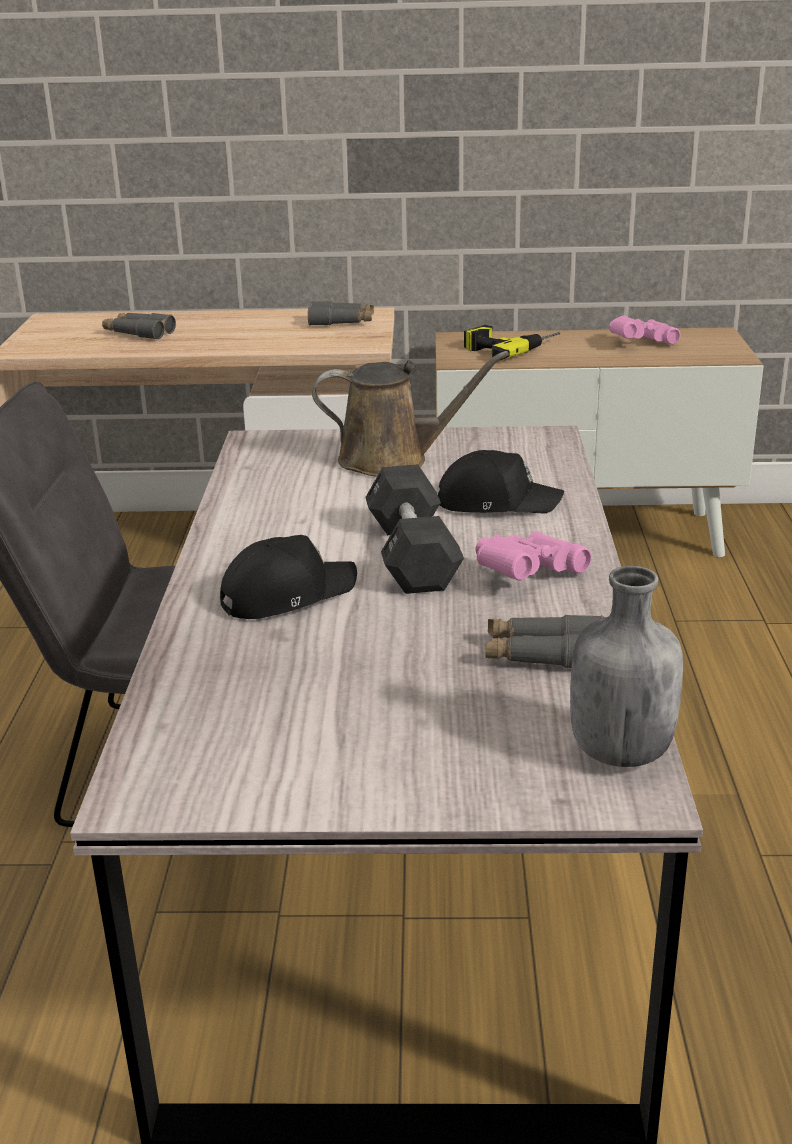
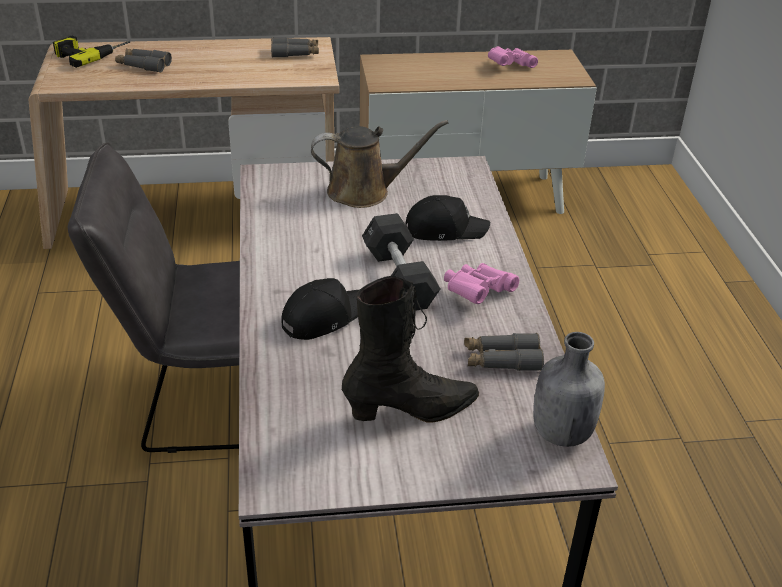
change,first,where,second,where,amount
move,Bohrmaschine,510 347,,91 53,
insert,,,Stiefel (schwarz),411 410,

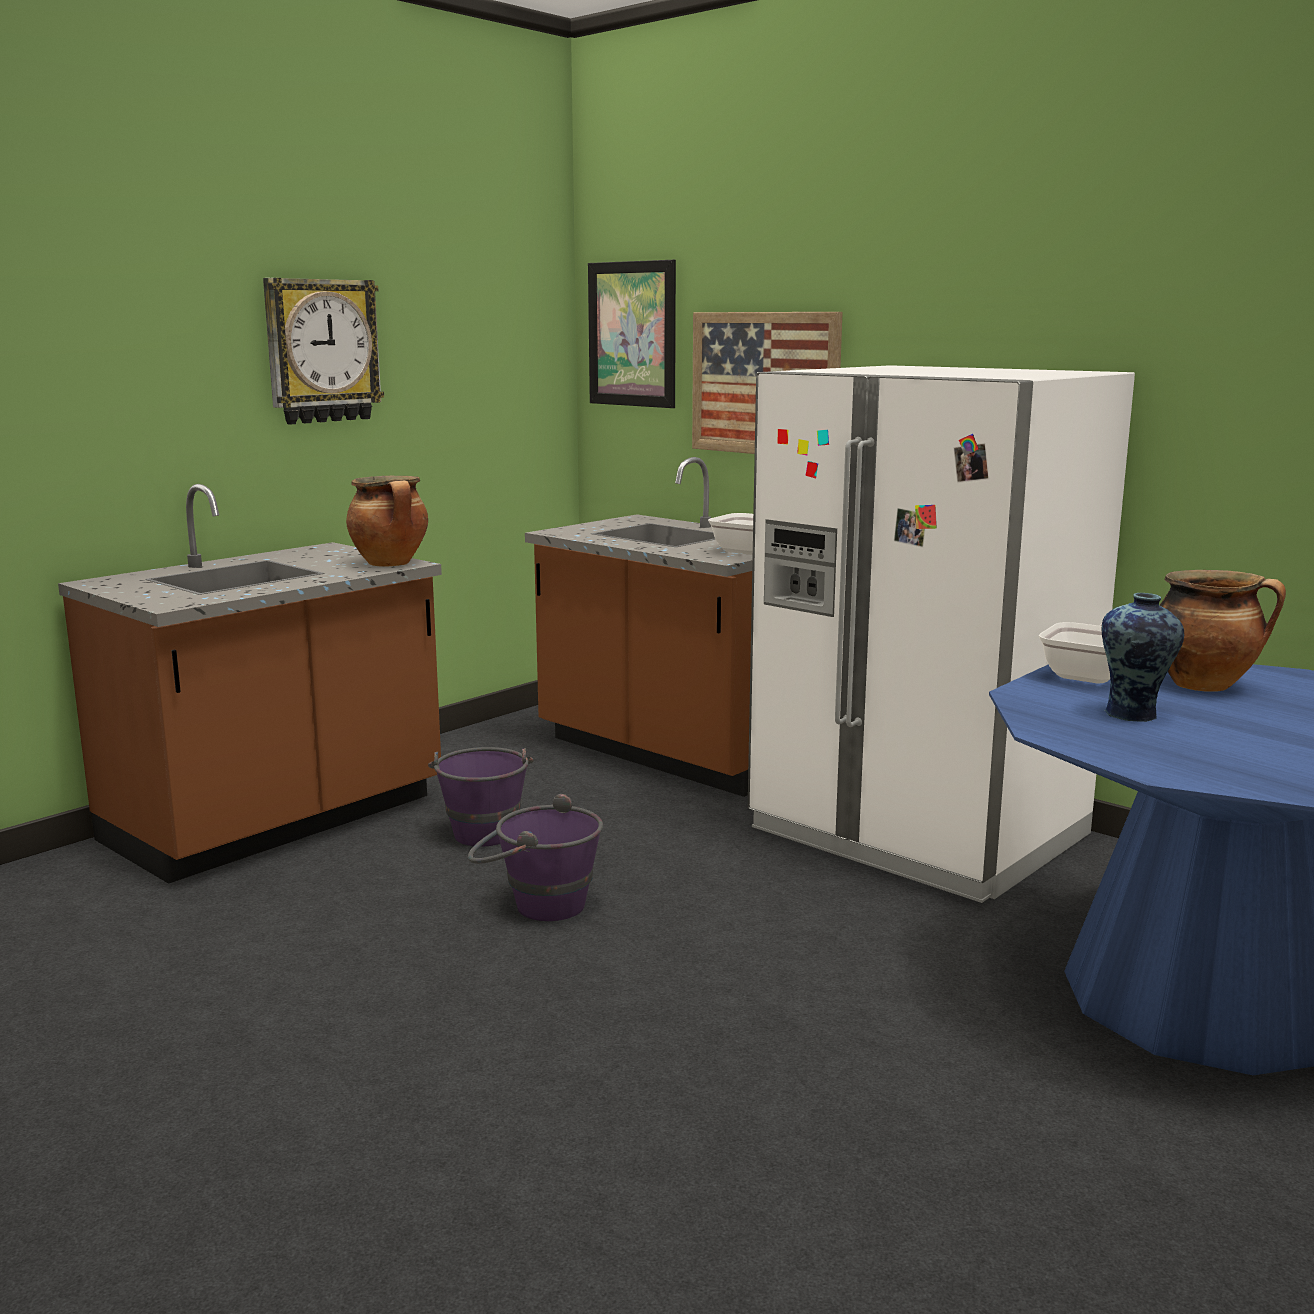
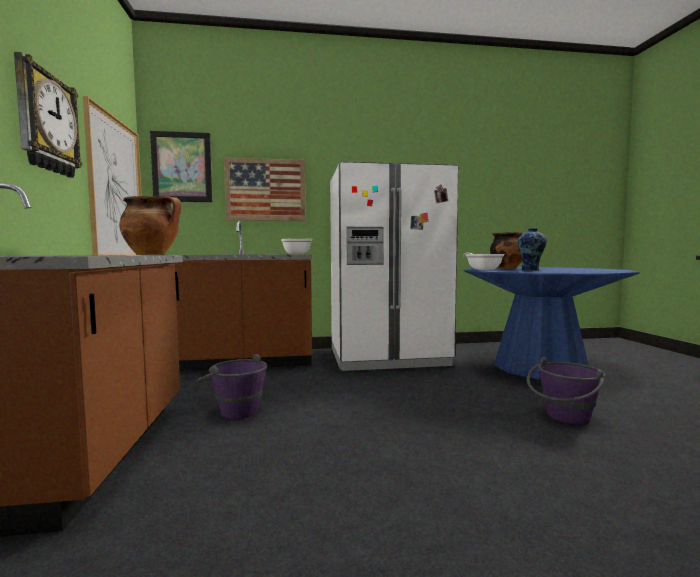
change,first,where,second,where,amount
insert,,,Bild,116 189,
move,Eimer (lila),536 904,,564 419,

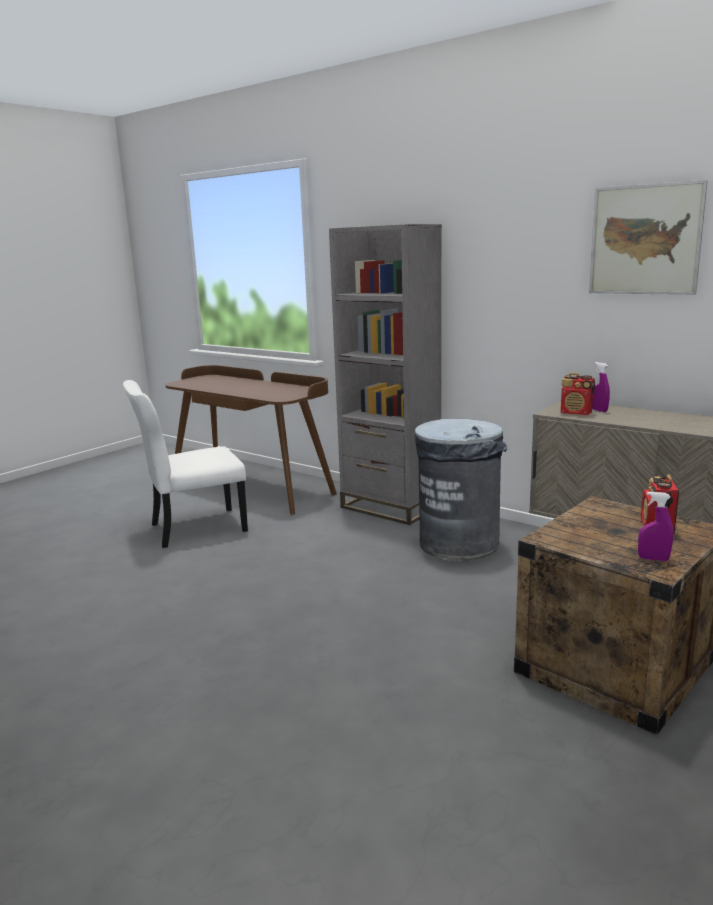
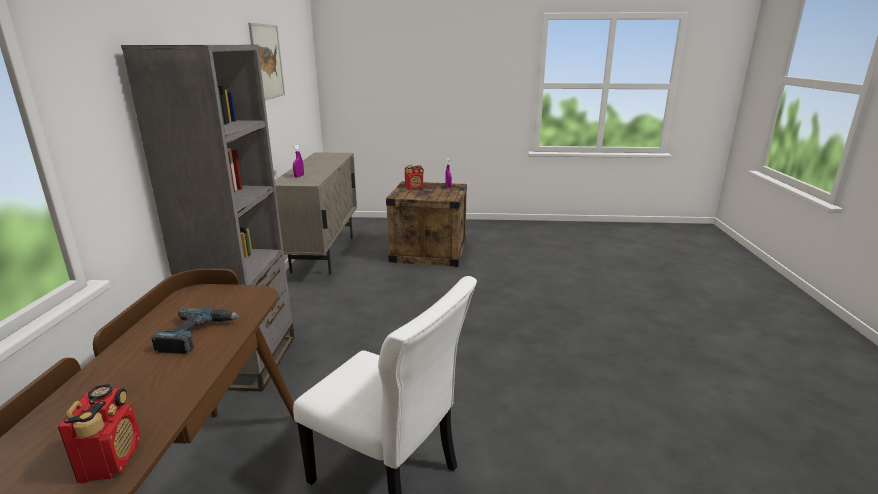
change,first,where,second,where,amount
move,Radio,576 413,,111 459,
insert,,,Bohrmaschine,197 335,
delete,Mülleimer (grau),459 544,,,

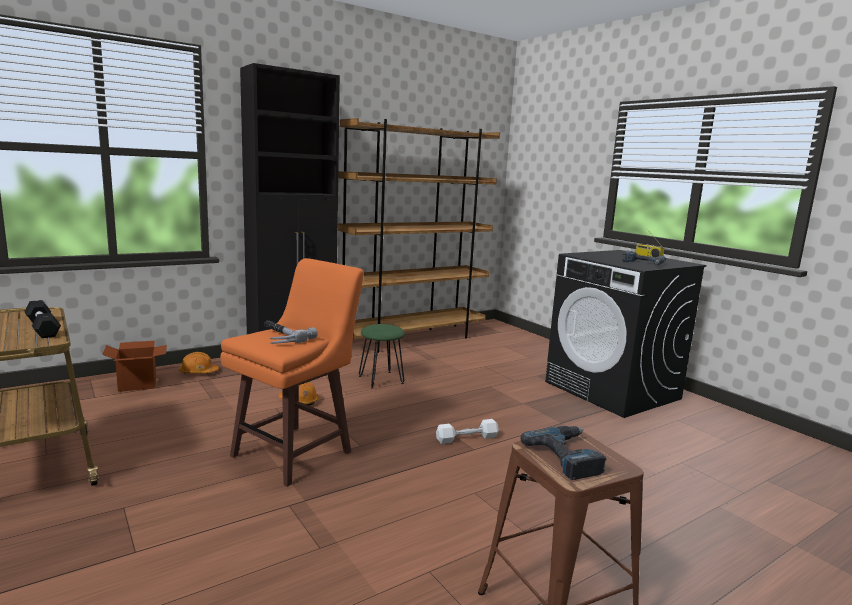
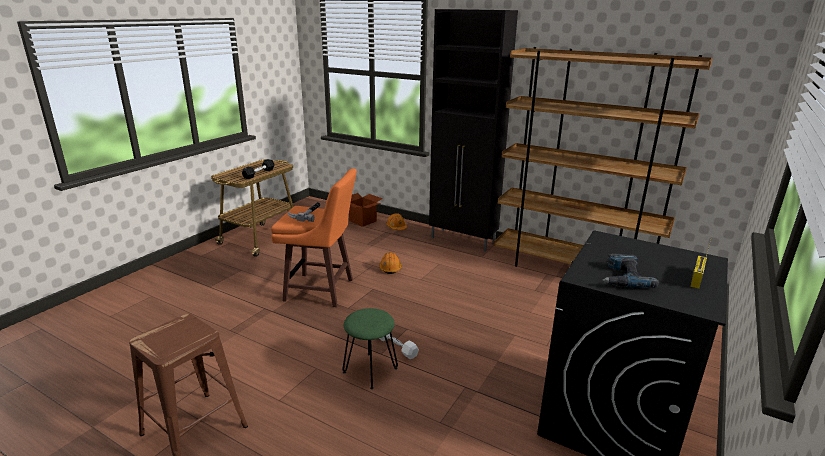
change,first,where,second,where,amount
move,Hocker (grün),381 379,,370 370,
delete,Bohrmaschine,569 456,,,

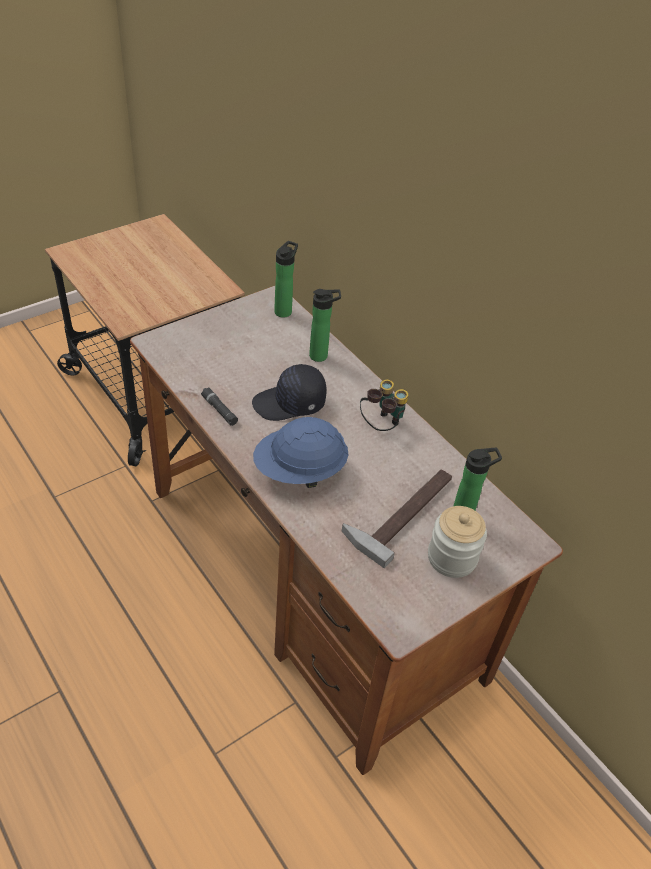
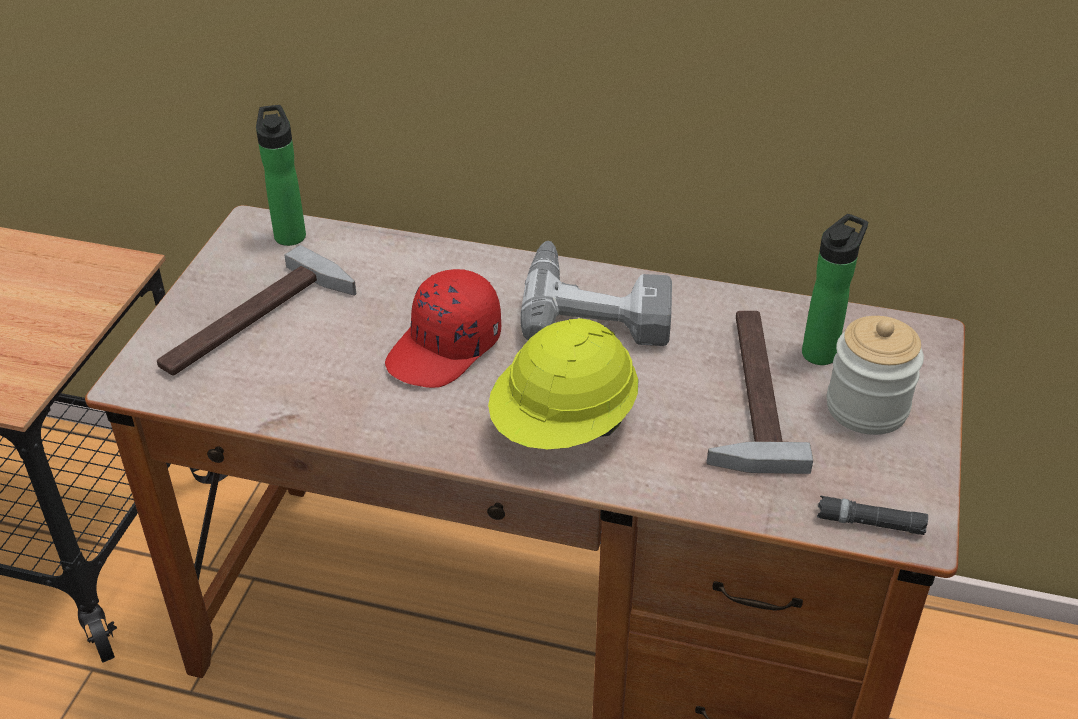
change,first,where,second,where,amount
insert,,,Hammer,256 324,
recolor,Kappe (schwarz),290 404,Kappe (rot),446 348,
recolor,Schutzhelm (blau),300 471,Schutzhelm (gelb),564 425,
replace,Fernglas,381 425,Bohrmaschine,596 305,
move,Taschenlampe (schwarz),219 410,,870 523,
delete,Flasche,321 356,,,

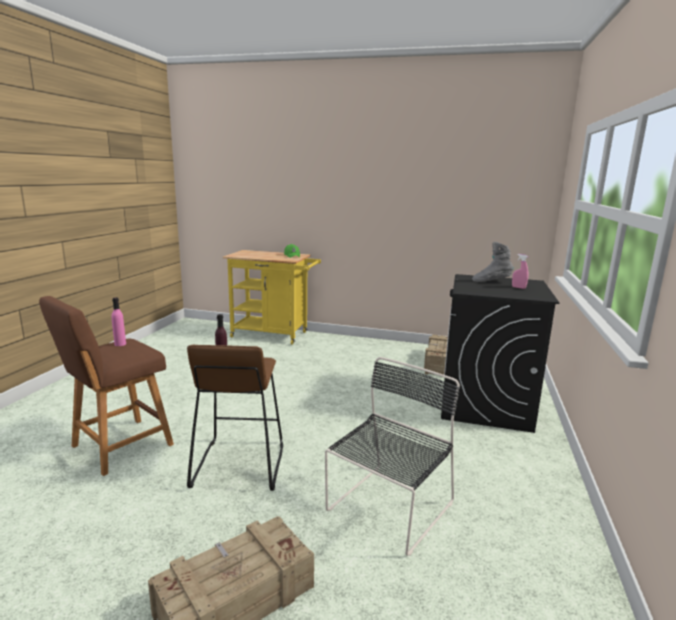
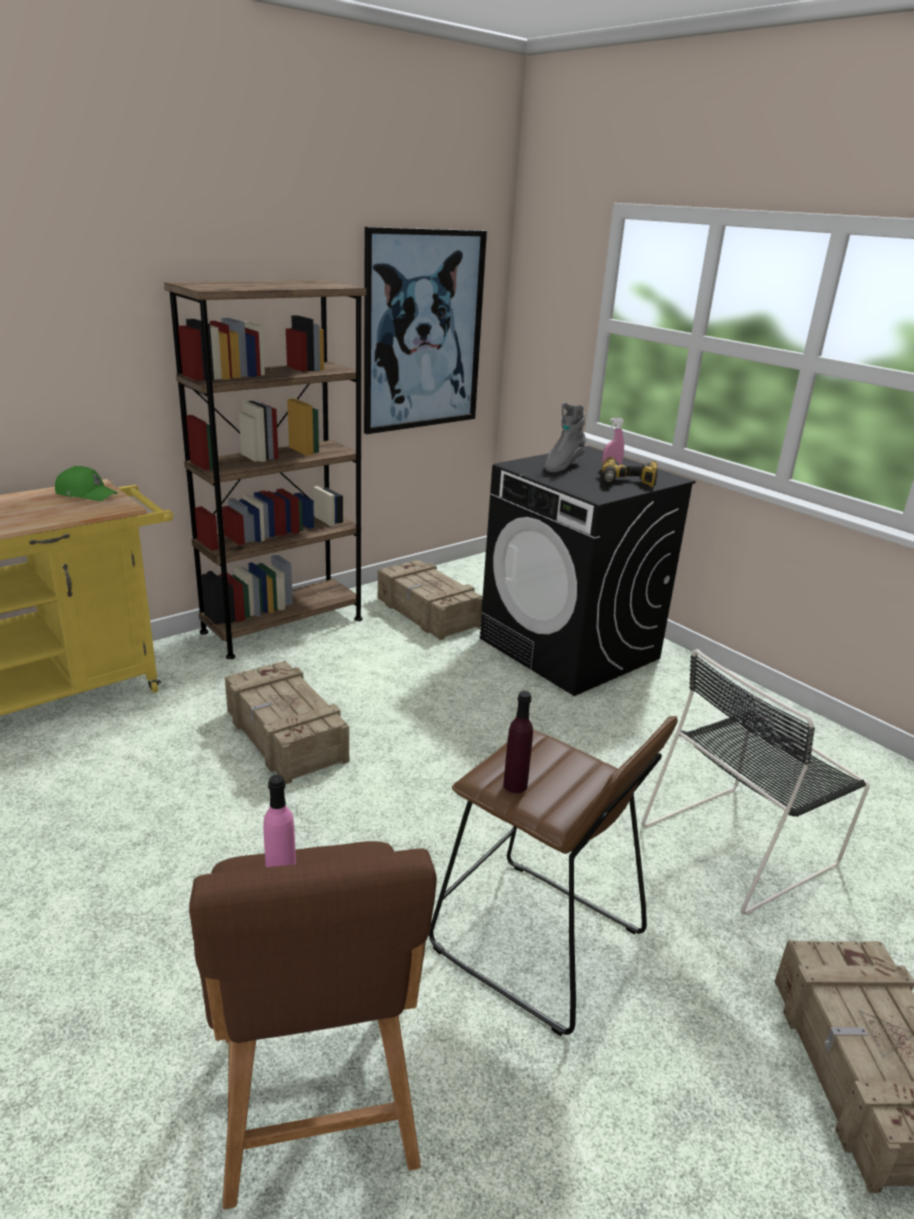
change,first,where,second,where,amount
insert,,,Bücherregal (braun),283 625,
insert,,,Kiste,285 736,
insert,,,Bild,423 331,
insert,,,Bohrmaschine,627 482,
rotate,Stuhl (schwarz),388 509,,742 843,105 degrees counterclockwise

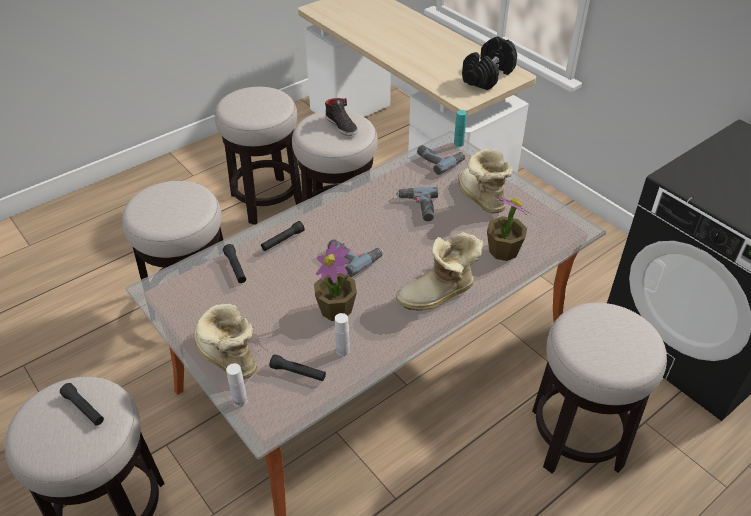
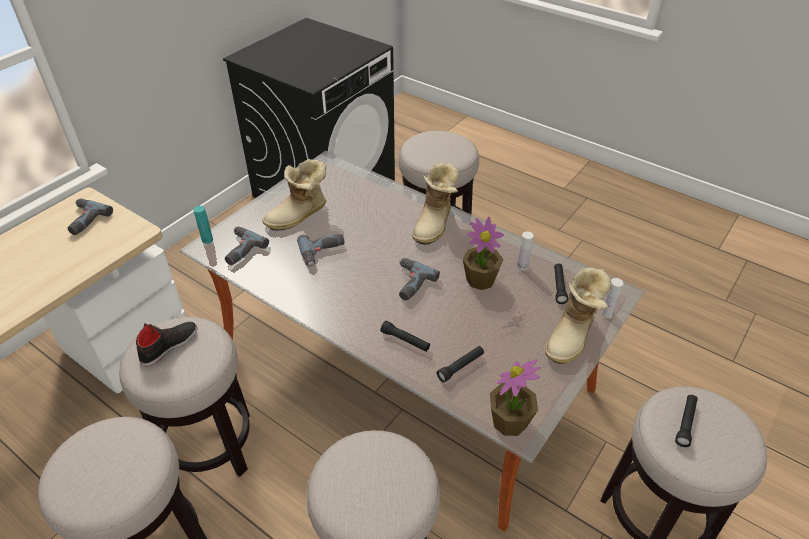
change,first,where,second,where,amount
replace,Hantel (schwarz),488 76,Bohrmaschine,83 220,
rotate,Stiefel,439 295,,435 224,60 degrees clockwise
move,Topfpflanze,503 251,,509 422,

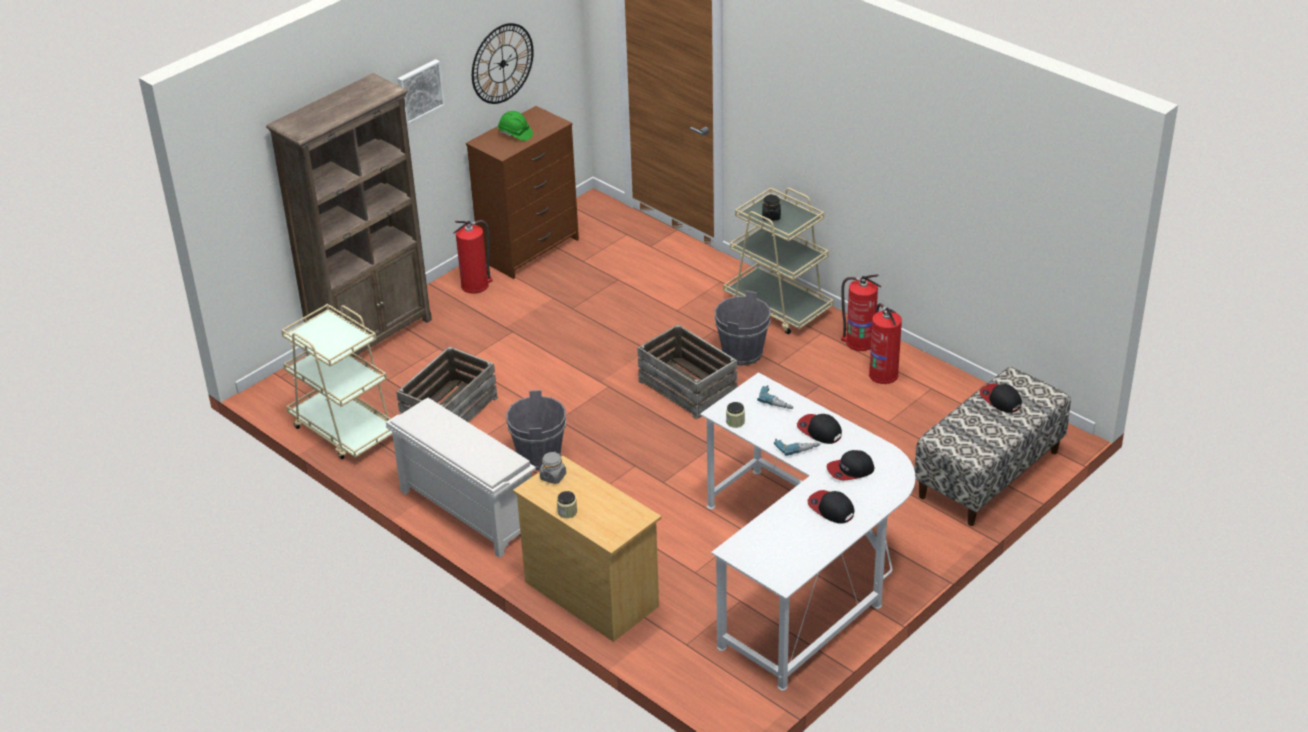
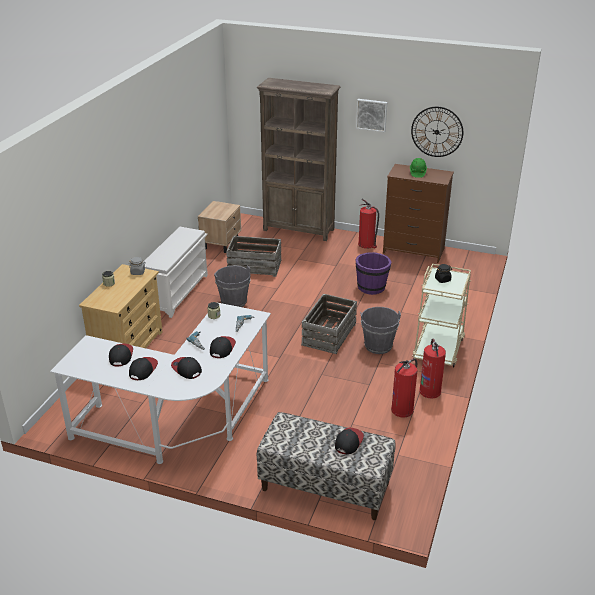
change,first,where,second,where,amount
insert,,,Kappe,120 356,
replace,Rollwagen (beige),344 430,Nachttisch (beige),221 243,
insert,,,Eimer (lila),371 287,

